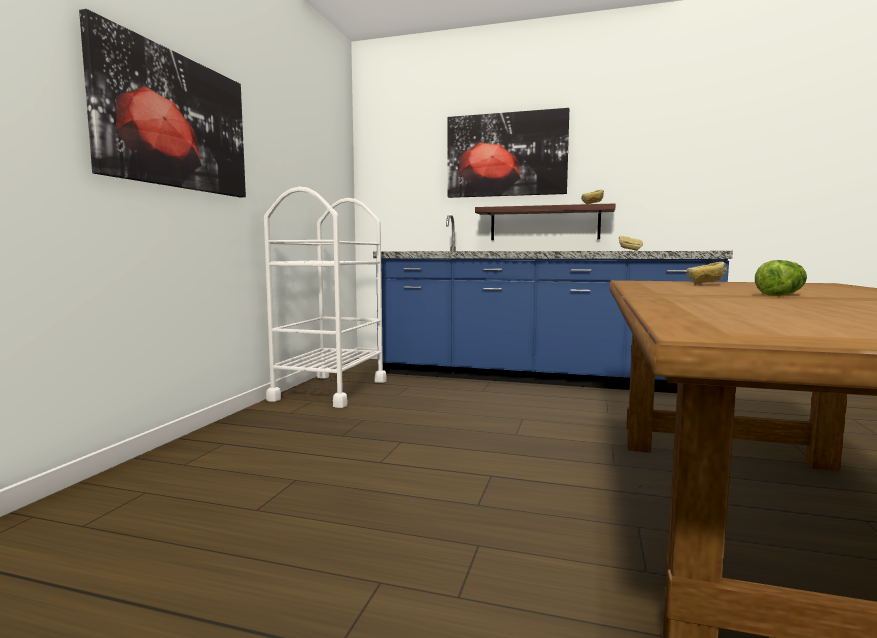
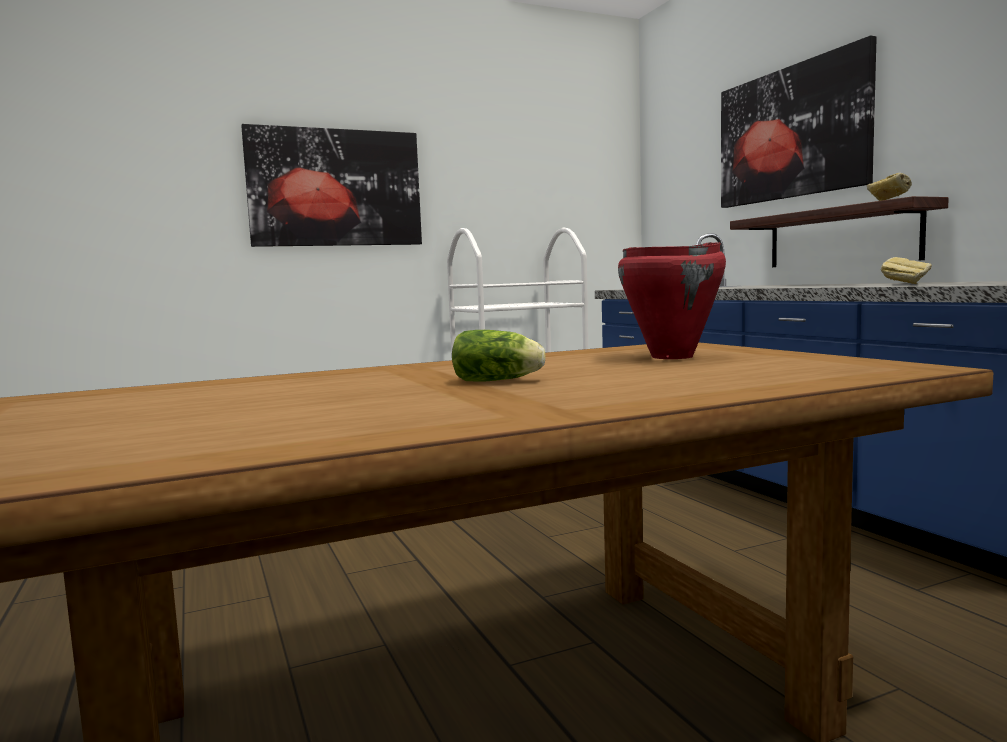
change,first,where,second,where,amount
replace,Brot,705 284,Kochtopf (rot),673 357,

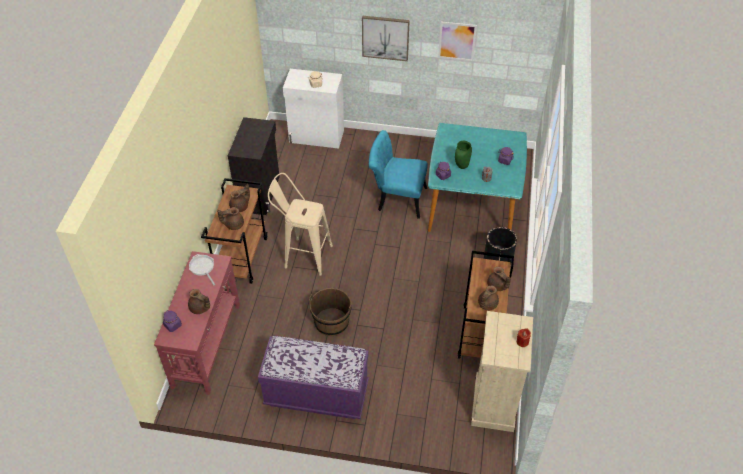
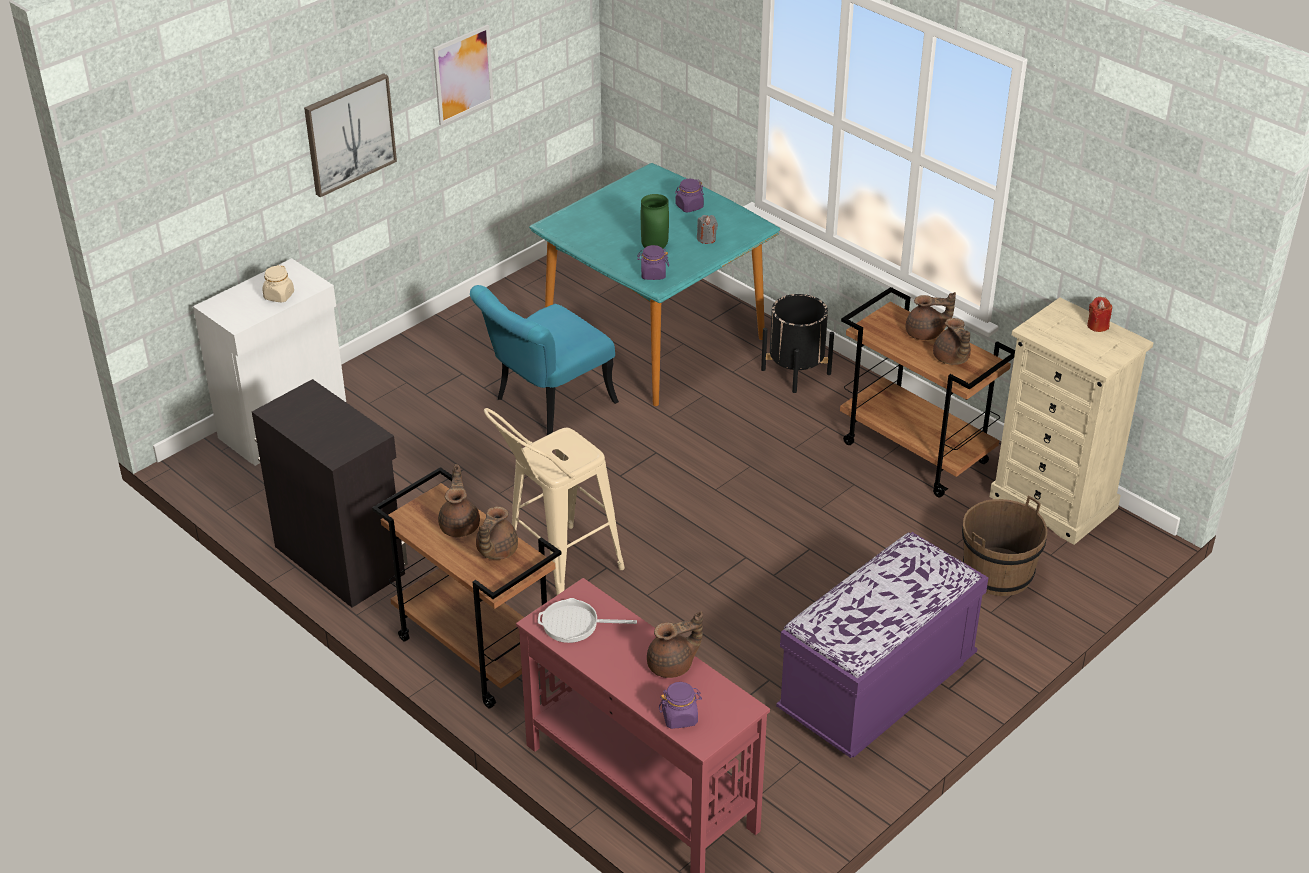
change,first,where,second,where,amount
move,Eimer (braun),331 322,,998 573,

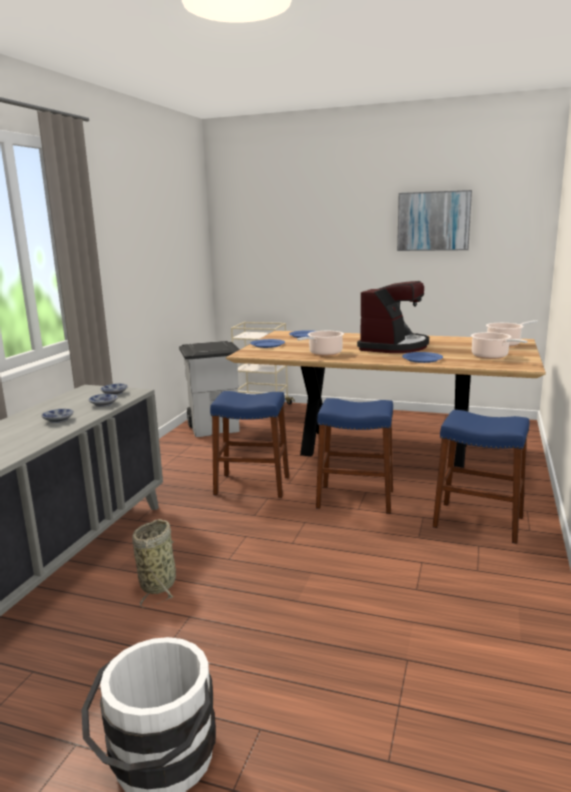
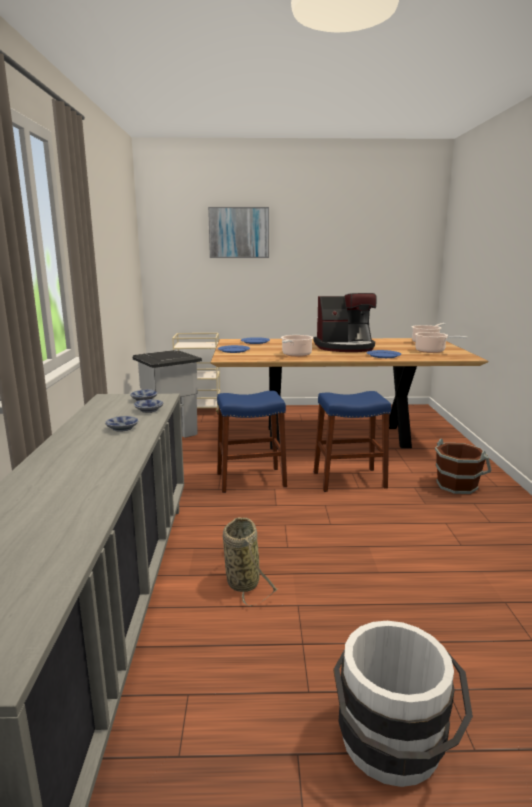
change,first,where,second,where,amount
move,Bild,433 221,,239 232,
rotate,Kaffeemaschine,394 346,,345 347,75 degrees clockwise
replace,Hocker (blau),478 522,Eimer (braun),457 485,

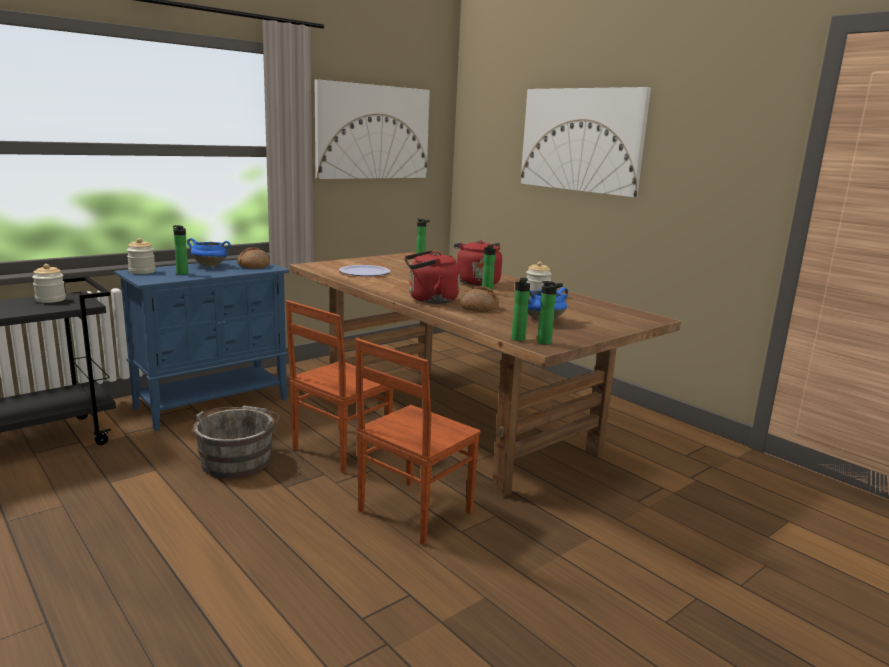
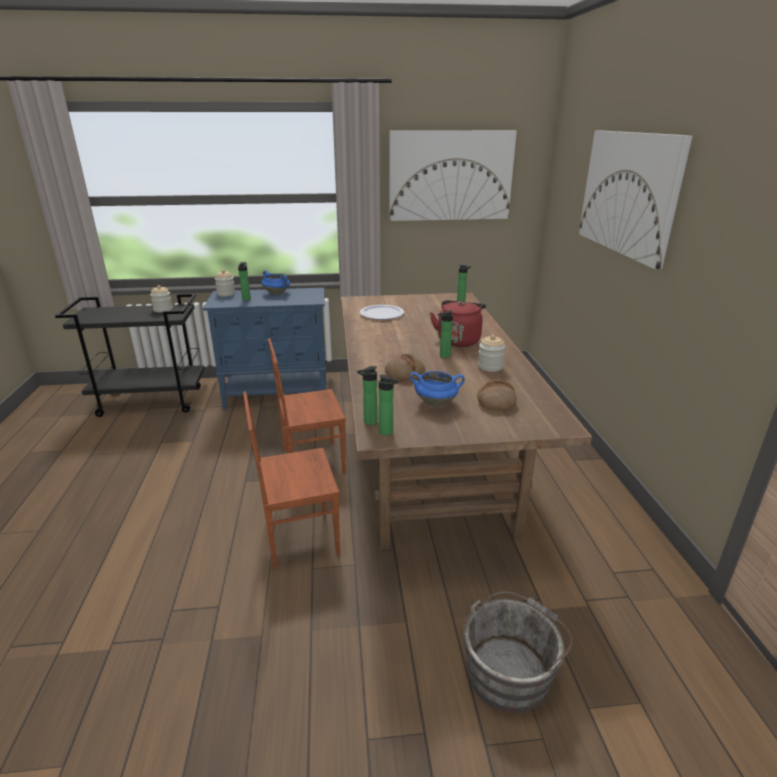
change,first,where,second,where,amount
move,Eimer (grau),238 460,,510 669,
move,Brot,253 265,,496 402,
delete,Wasserkessel (rot),429 300,,,

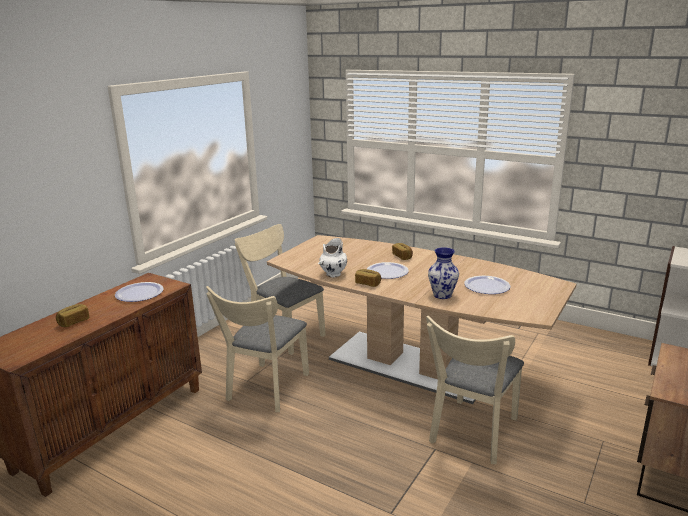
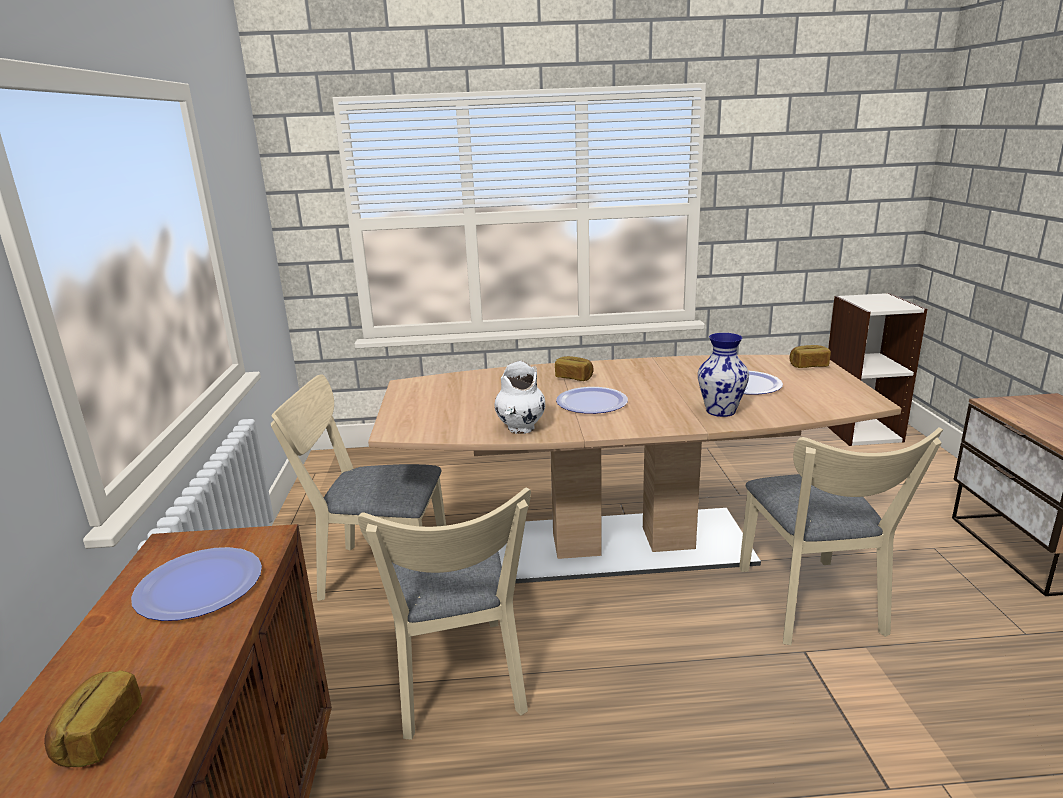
change,first,where,second,where,amount
move,Brot,368 283,,808 365,

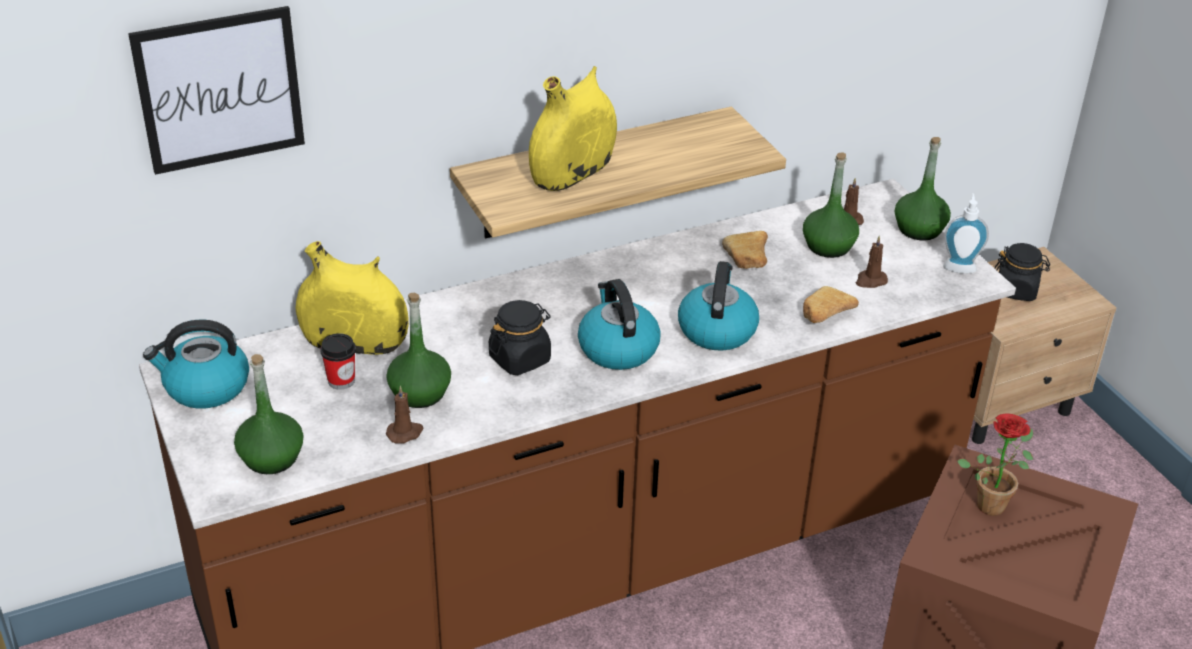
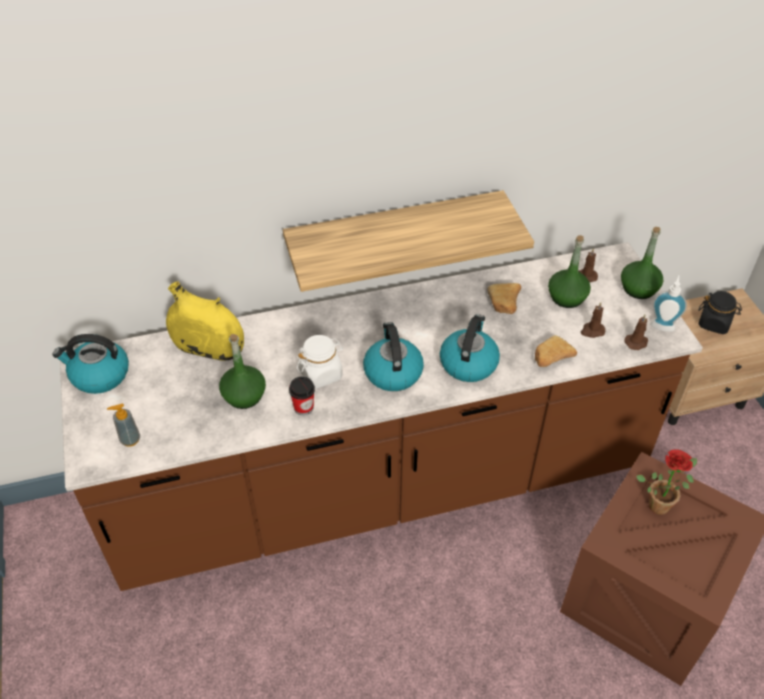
change,first,where,second,where,amount
replace,Flasche (grün),272 457,Seifenspender,130 439,
move,Tasse,341 381,,303 407,
recolor,Vorratsglas (schwarz),520 359,Vorratsglas (weiß),321 374,
move,Kerze (braun),405 433,,636 342,
delete,Bild,220 90,,,
delete,Vase (gelb),573 173,,,

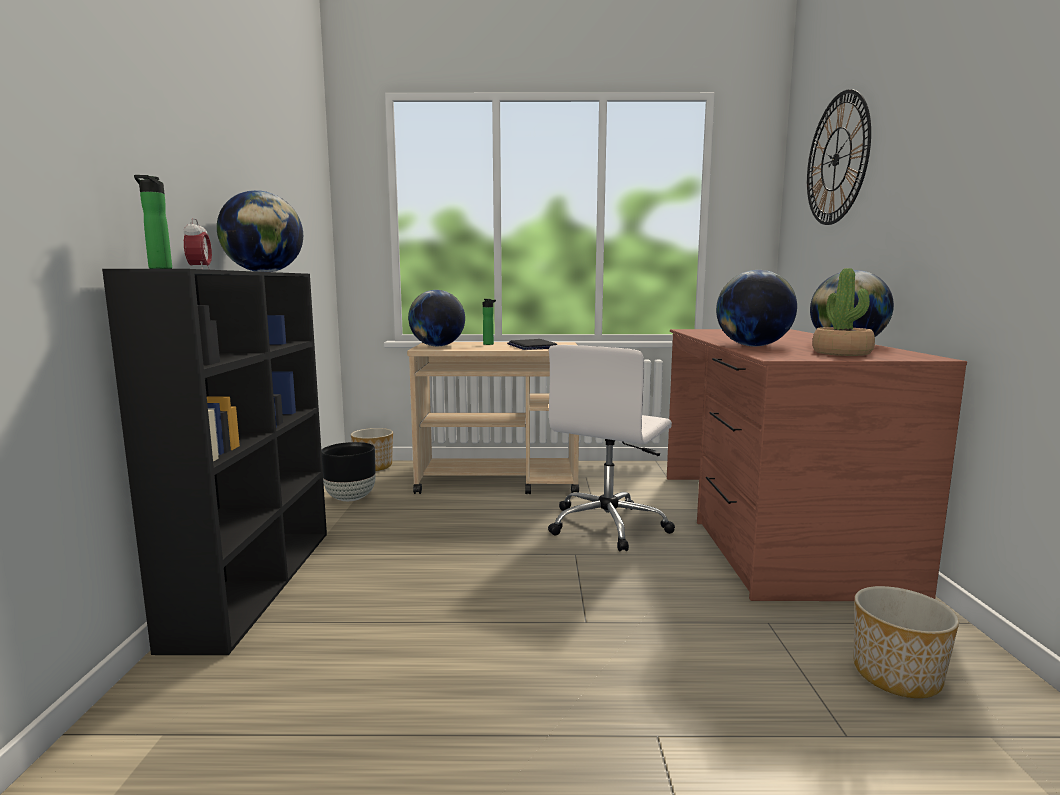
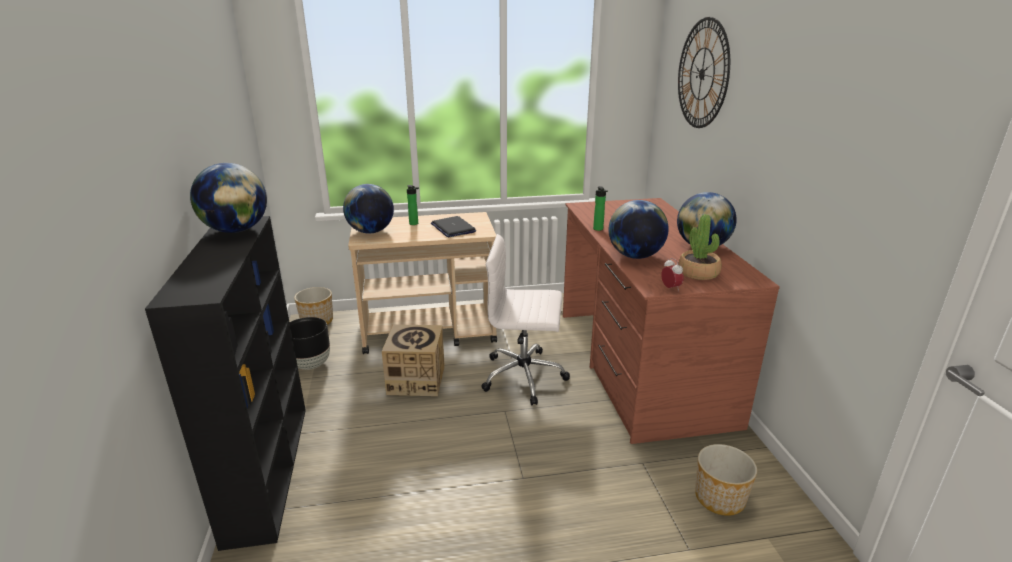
change,first,where,second,where,amount
insert,,,Karton,416 380,
rotate,Bürostuhl (weiß),608 525,,525 376,75 degrees clockwise
move,Flasche,158 268,,598 229,
move,Wecker,200 269,,670 288,

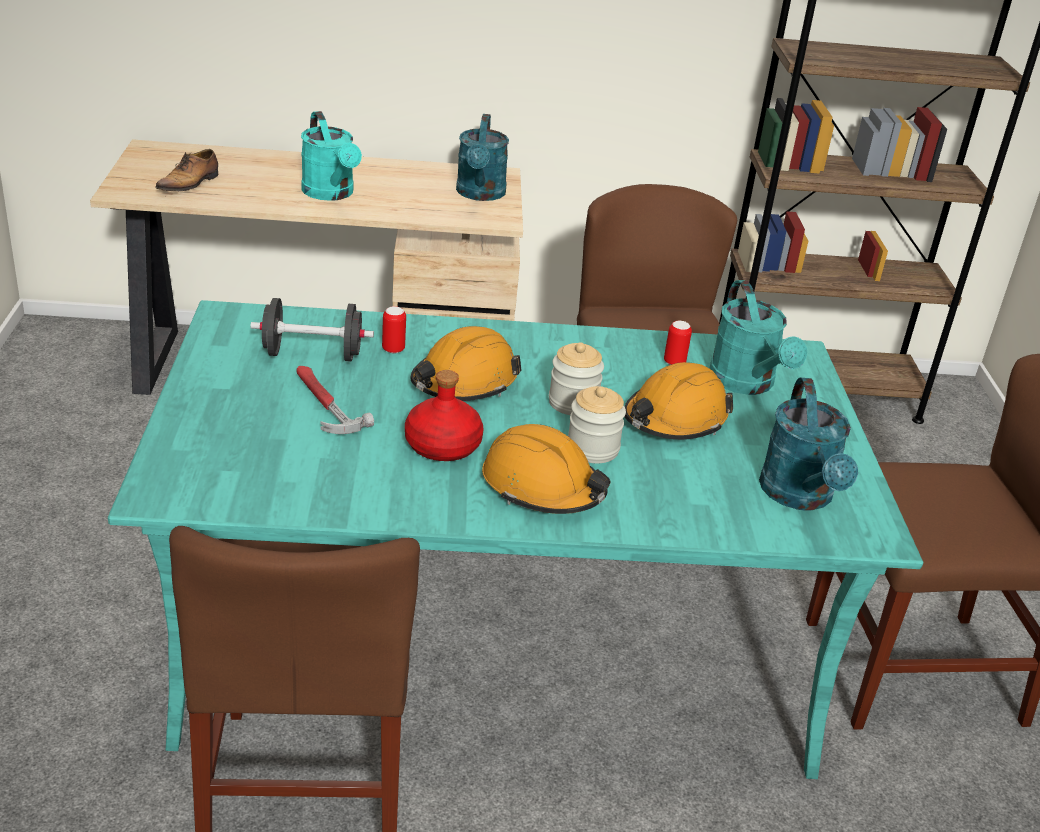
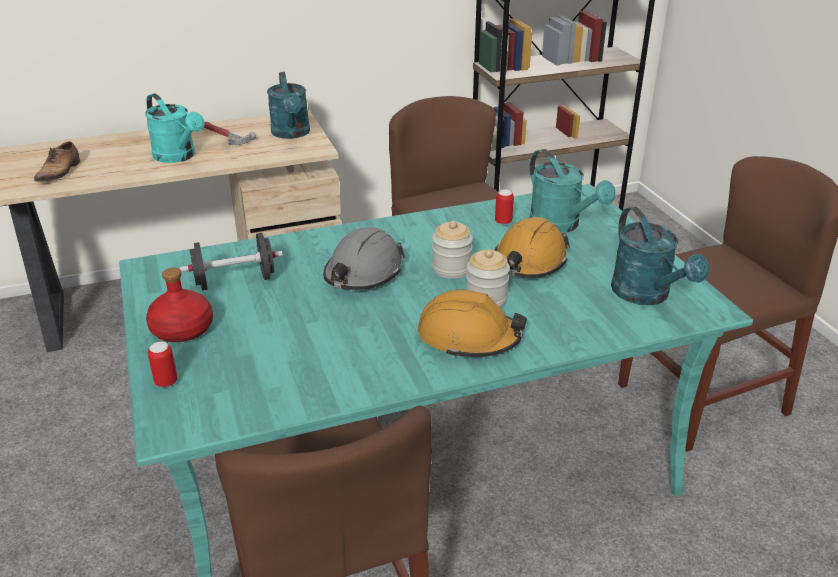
change,first,where,second,where,amount
move,Flasche (rot),443 446,,183 330,
move,Dose,393 349,,166 382,
move,Hammer,324 404,,224 135,
recolor,Schutzhelm (orange),464 382,Schutzhelm (grau),363 273,

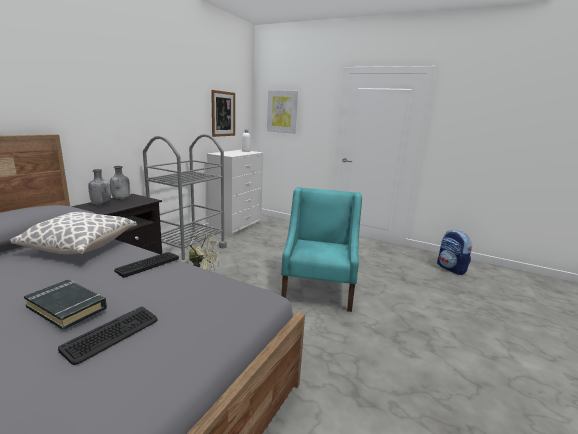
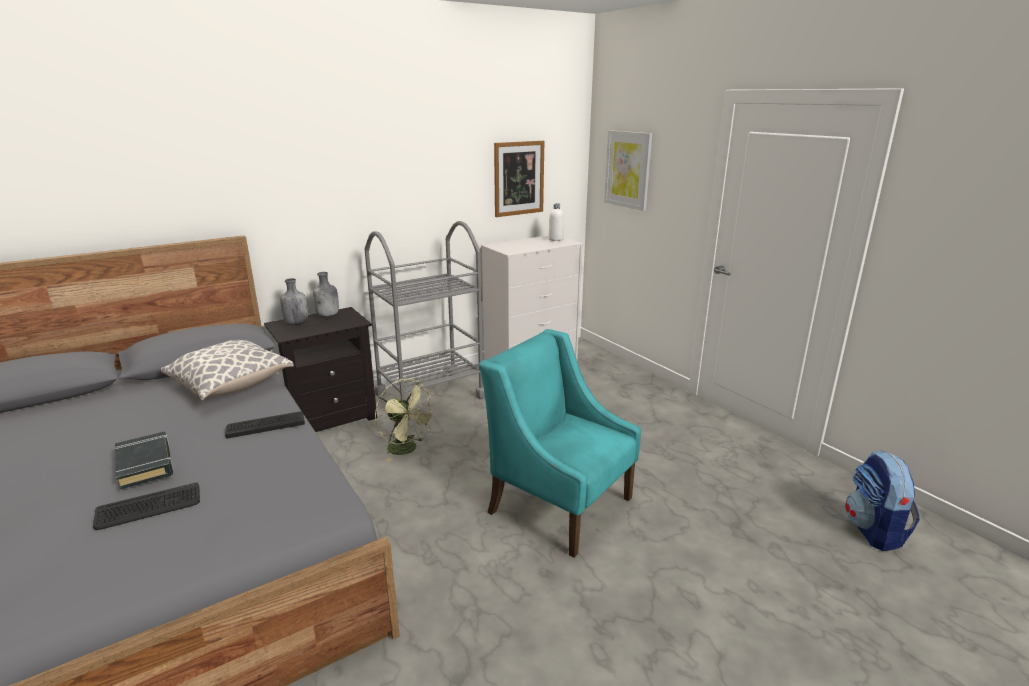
change,first,where,second,where,amount
rotate,Sessel (türkis),318 289,,559 504,90 degrees counterclockwise

